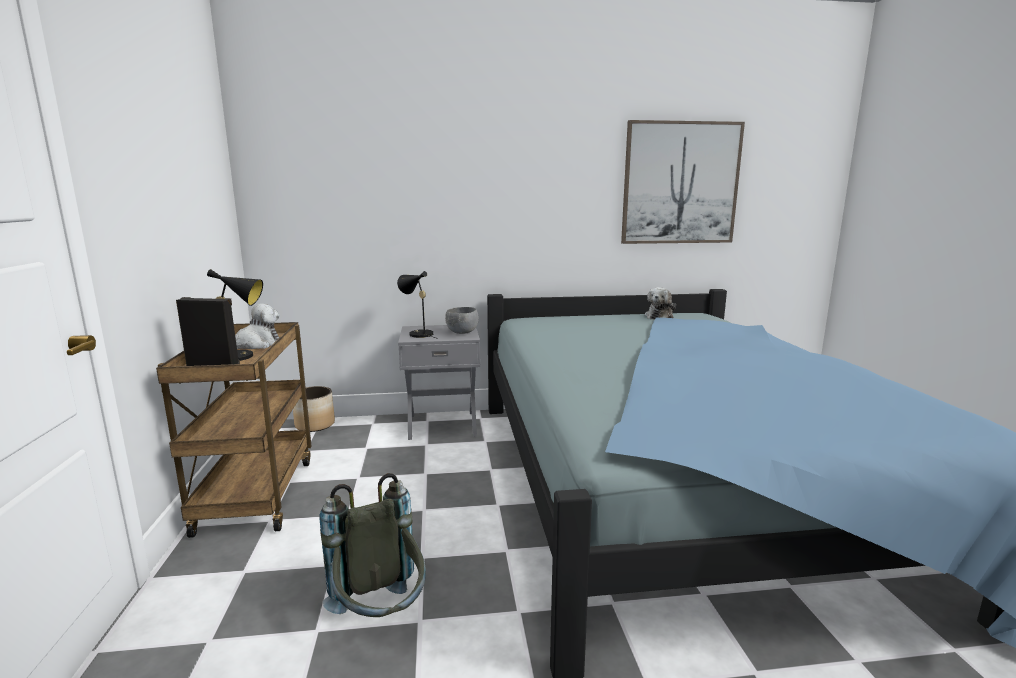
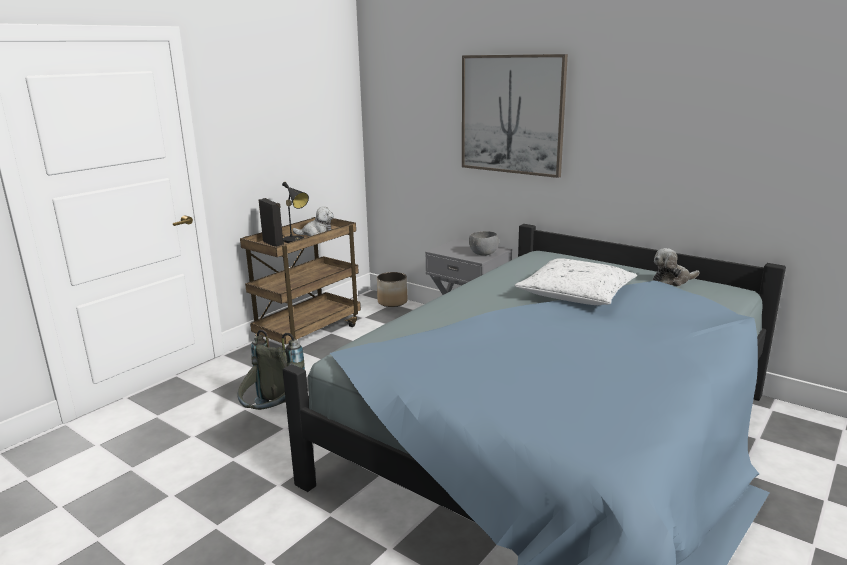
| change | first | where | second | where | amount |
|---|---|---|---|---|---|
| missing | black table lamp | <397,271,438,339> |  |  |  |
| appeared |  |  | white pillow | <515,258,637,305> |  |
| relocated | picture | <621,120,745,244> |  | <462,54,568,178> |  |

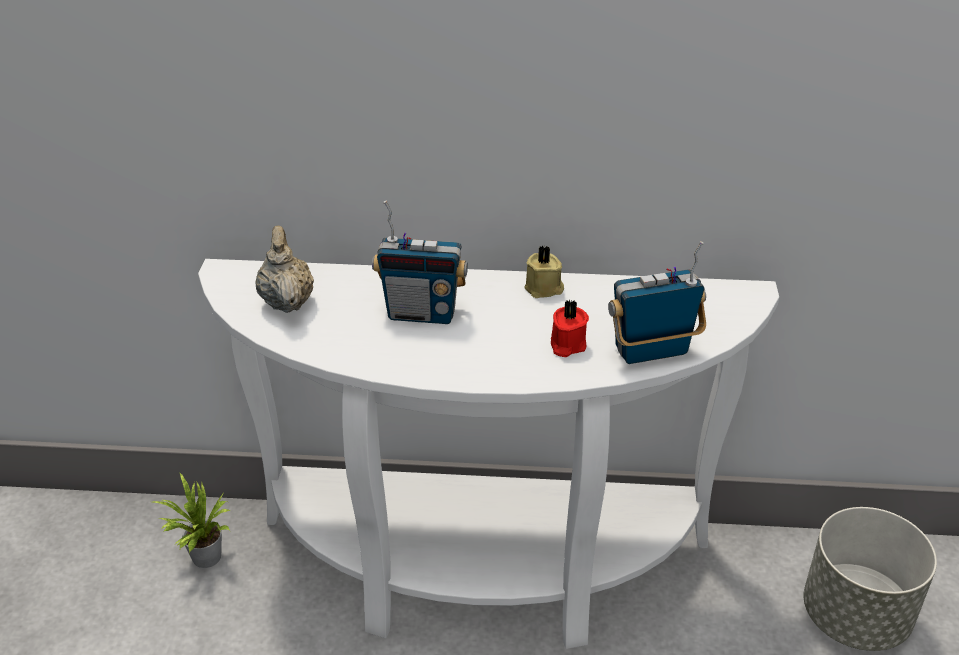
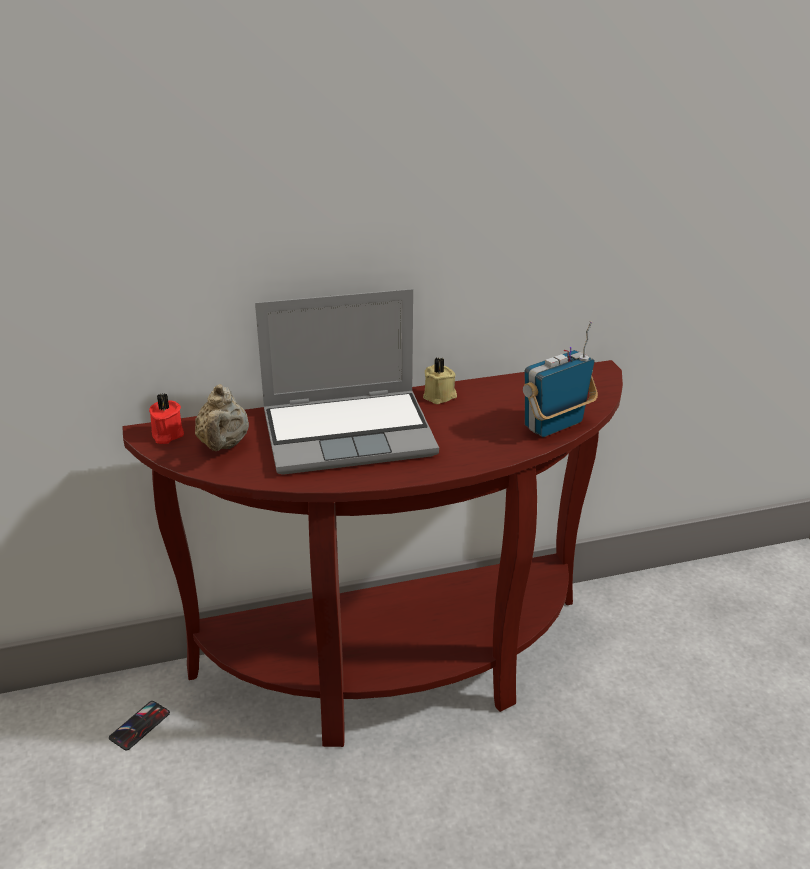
| change | first | where | second | where | amount |
|---|---|---|---|---|---|
| missing | grey planter | <804,507,937,651> |  |  |  |
| relocated | red candle | <551,300,589,357> |  | <149,394,184,444> |  |
| exchanged | potted plant | <153,473,230,568> | phone | <109,701,170,751> |  |
| exchanged | radio | <372,200,468,324> | laptop | <255,289,439,475> |  |
| colour | white console table | <198,259,779,649> | brown console table | <122,360,623,747> |  |
| spun | beige teapot | <255,225,314,313> |  | <195,384,249,451> | 150 degrees counterclockwise |

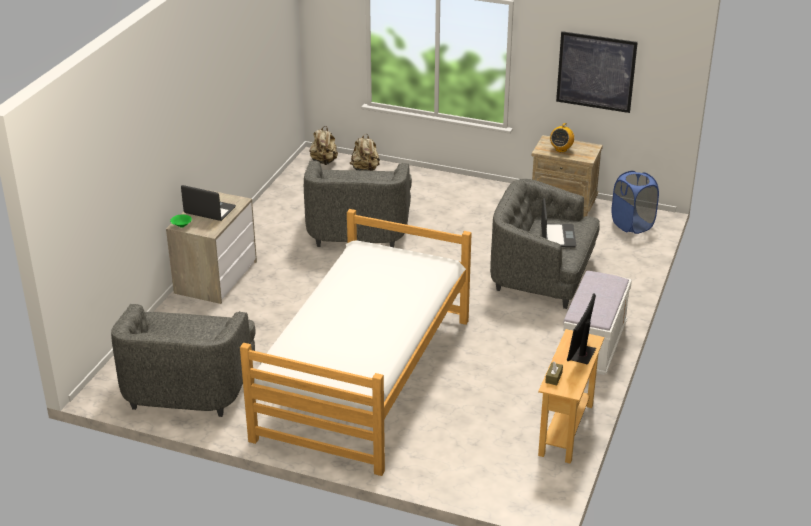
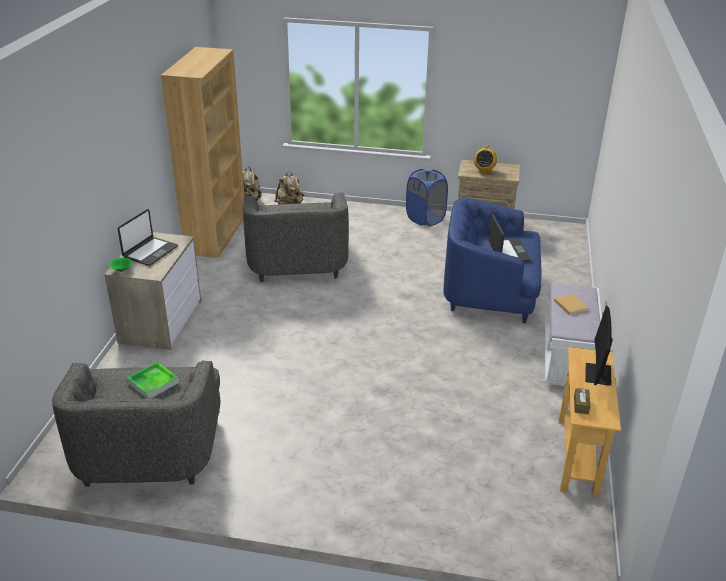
| change | first | where | second | where | amount |
|---|---|---|---|---|---|
| missing | bed | <240,209,472,476> |  |  |  |
| missing | picture | <556,31,638,113> |  |  |  |
| appeared |  |  | tray | <127,362,179,398> |  |
| appeared |  |  | brown bookcase | <161,47,244,258> |  |
| appeared |  |  | beige book | <554,294,589,315> |  |
| relocated | blue laundry basket | <612,171,659,234> |  | <406,169,448,226> |  |
| colour | grey armchair | <490,179,600,309> | blue armchair | <443,198,542,323> |  |
| spun | laptop | <181,185,236,221> |  | <118,209,178,266> | 105 degrees clockwise |

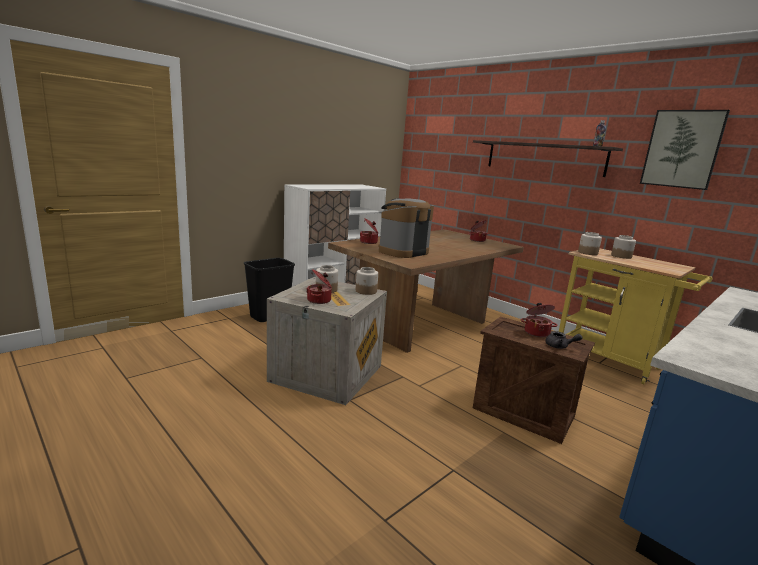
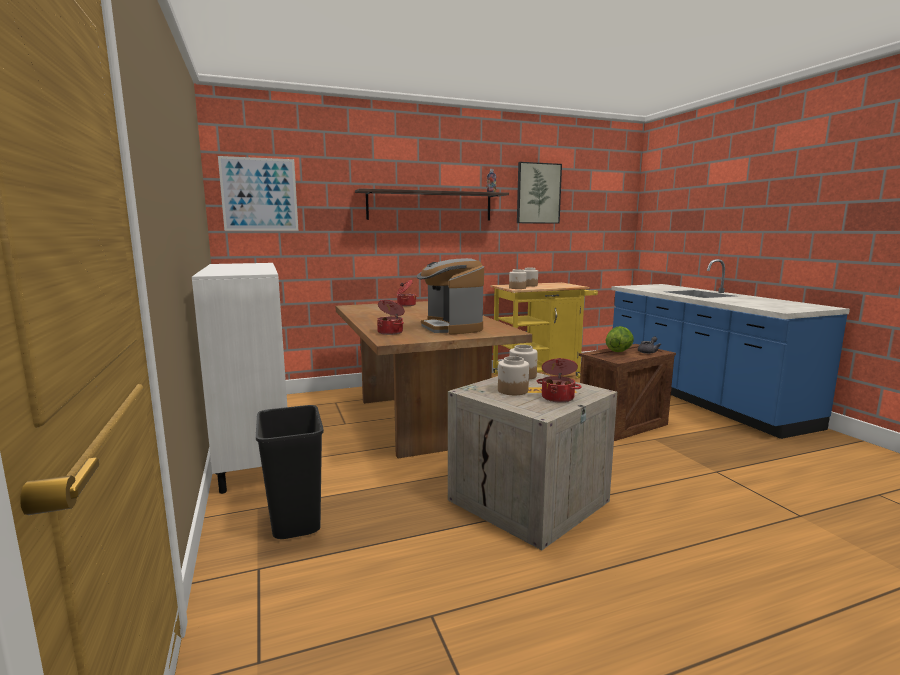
| change | first | where | second | where | amount |
|---|---|---|---|---|---|
| appeared |  |  | picture | <218,156,298,231> |  |
| exchanged | cooking pot | <521,303,558,337> | lettuce | <606,326,634,352> |  |

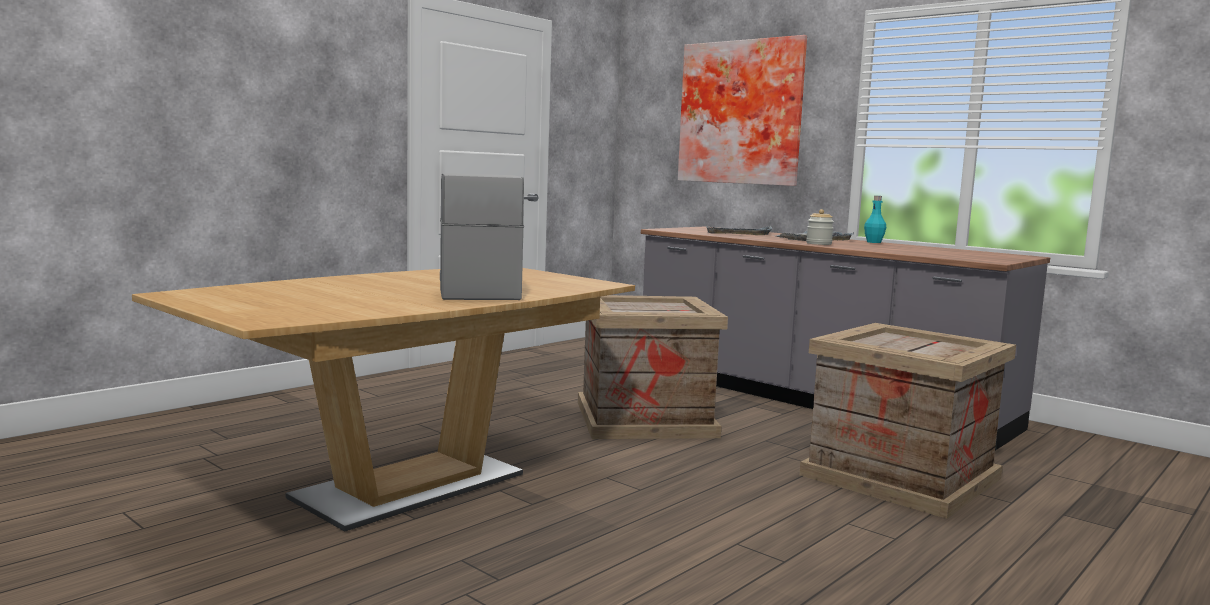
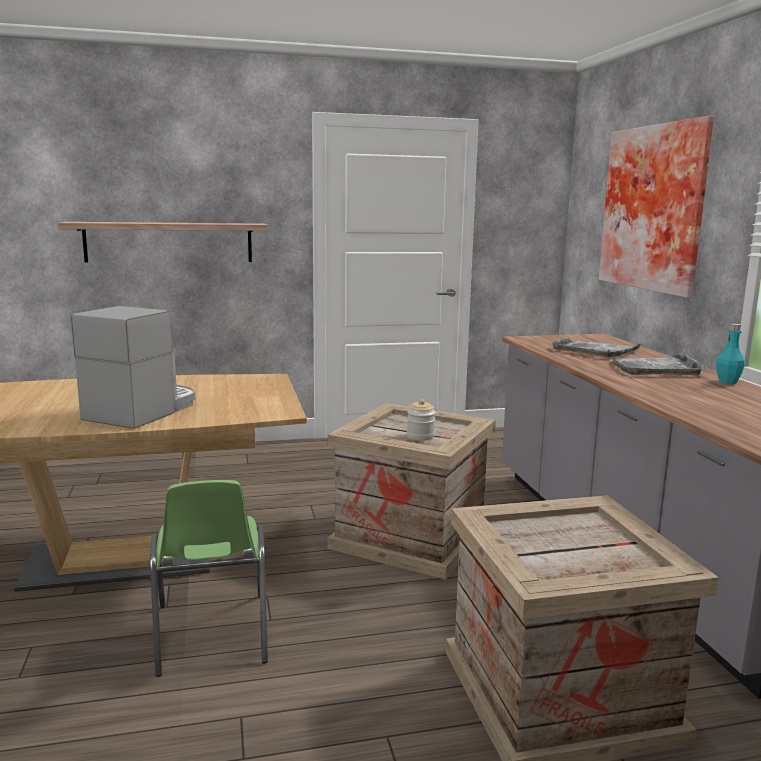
| change | first | where | second | where | amount |
|---|---|---|---|---|---|
| appeared |  |  | shelf | <58,222,268,262> |  |
| appeared |  |  | green chair | <150,480,268,677> |  |
| relocated | jar | <806,209,834,245> |  | <407,399,436,440> |  |

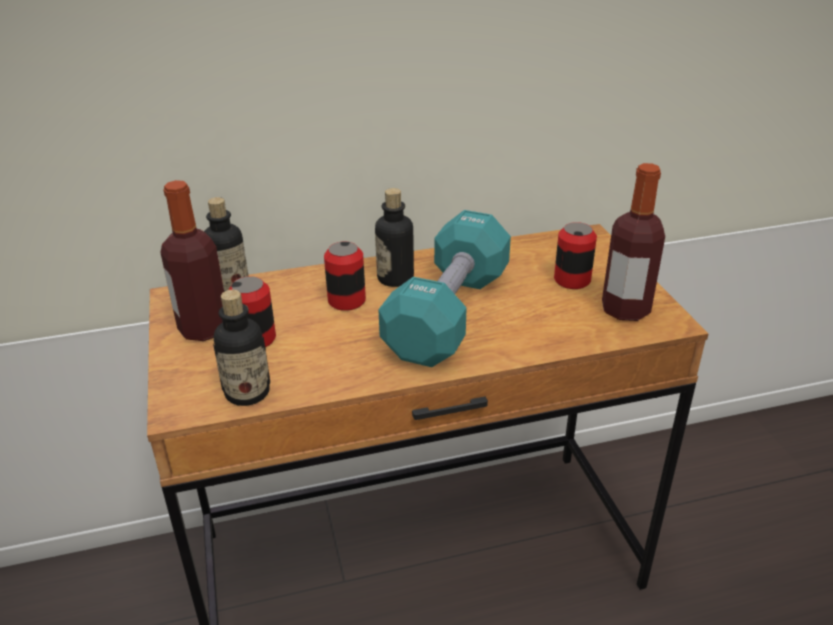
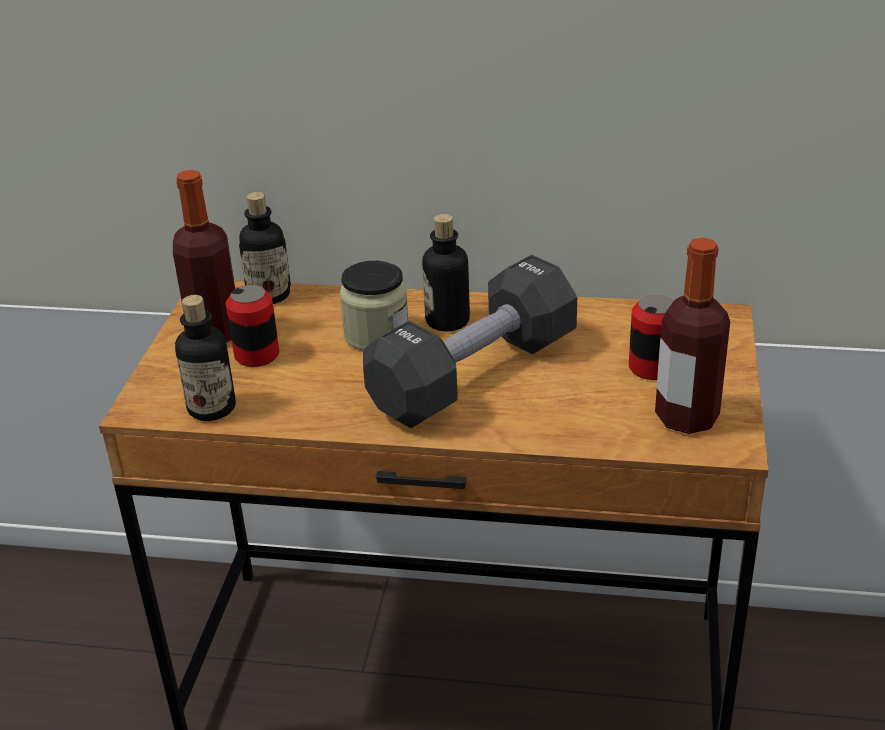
| change | first | where | second | where | amount |
|---|---|---|---|---|---|
| exchanged | can | <324,242,366,311> | jar | <340,261,408,351> |  |
| colour | turquoise dumbbell | <378,210,511,367> | black dumbbell | <363,255,577,428> |  |

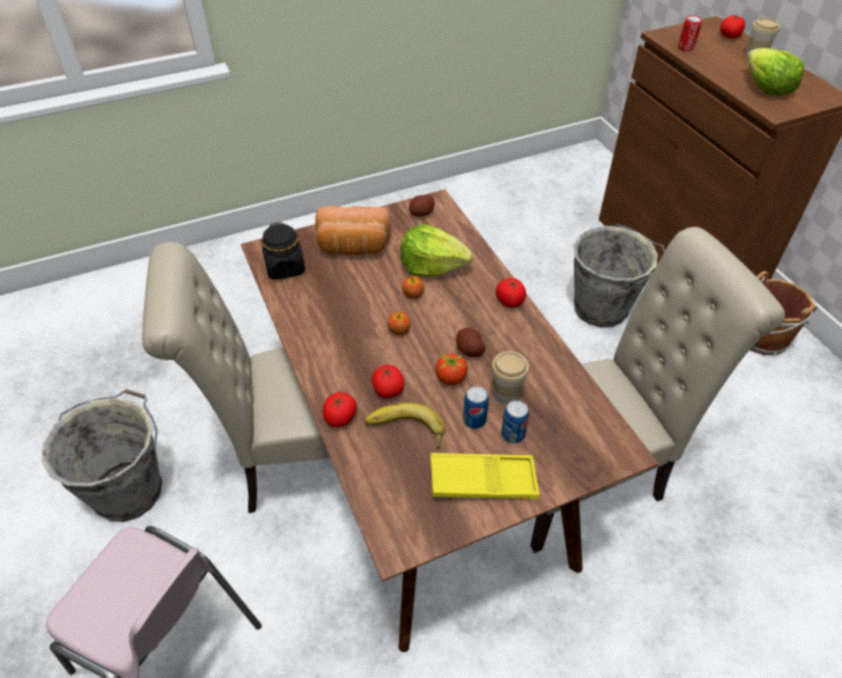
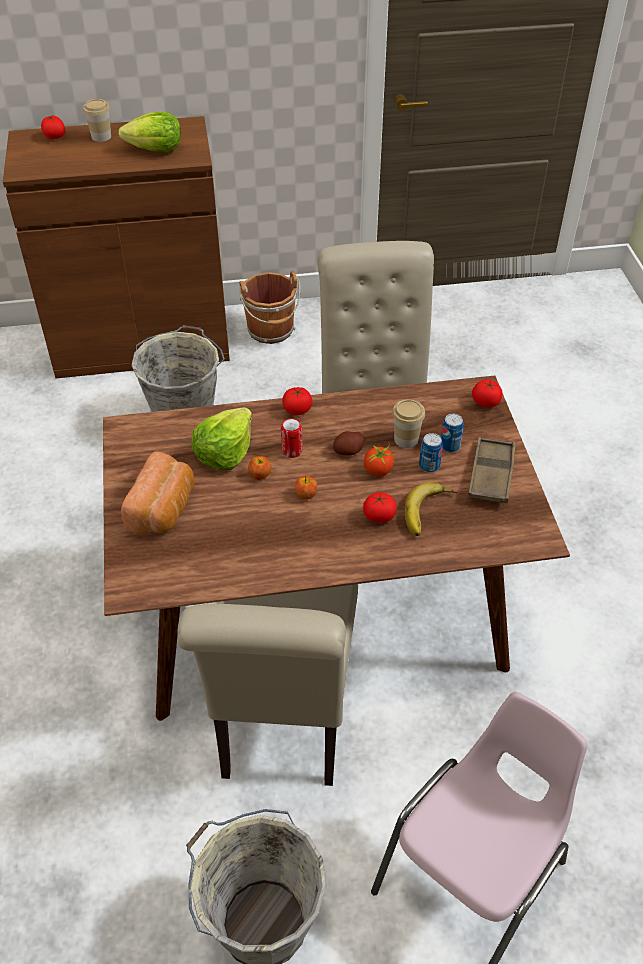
| change | first | where | second | where | amount |
|---|---|---|---|---|---|
| missing | black jar | <262,222,305,280> |  |  |  |
| missing | potato | <409,195,434,216> |  |  |  |
| relocated | tomato | <323,392,357,427> |  | <472,379,503,408> |  |
| relocated | can | <678,16,702,51> |  | <281,418,303,458> |  |
| colour | yellow tray | <430,453,540,499> | brown tray | <468,437,516,503> |  |

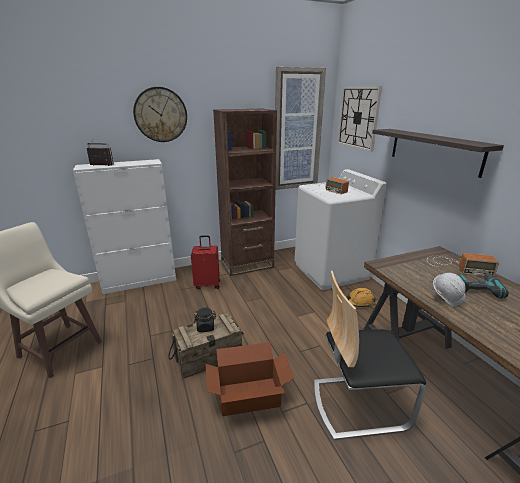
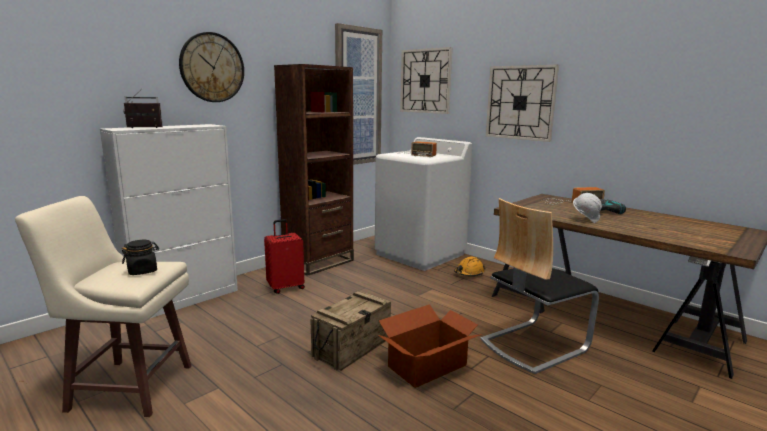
| change | first | where | second | where | amount |
|---|---|---|---|---|---|
| relocated | black jar | <194,307,216,332> |  | <122,240,159,275> |  |
| exchanged | shelf | <372,129,504,178> | wall clock | <486,65,559,142> |  |

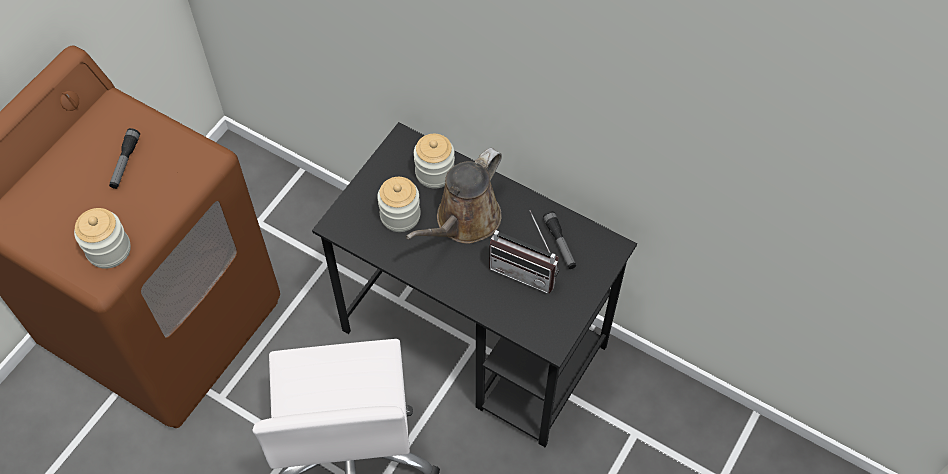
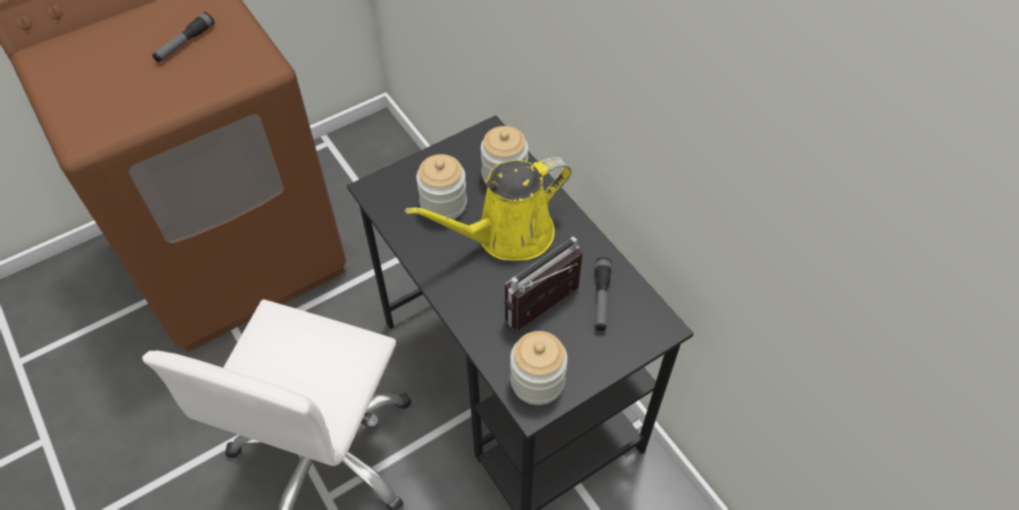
| change | first | where | second | where | amount |
|---|---|---|---|---|---|
| relocated | jar | <74,208,131,269> |  | <510,331,568,405> |  |
| colour | brown watering can | <406,148,502,244> | yellow watering can | <405,157,571,261> |  |
| spun | radio | <489,210,559,294> |  | <504,236,583,331> | 90 degrees clockwise |

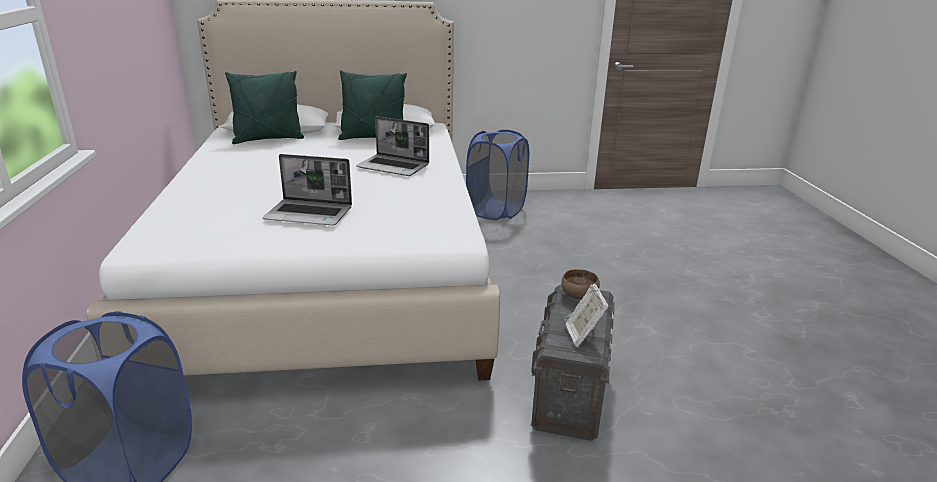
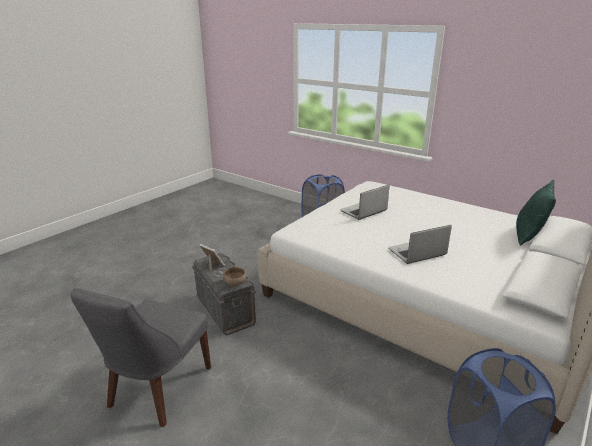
| change | first | where | second | where | amount |
|---|---|---|---|---|---|
| missing | green pillow | <338,70,407,140> |  |  |  |
| appeared |  |  | grey chair | <70,288,211,427> |  |

